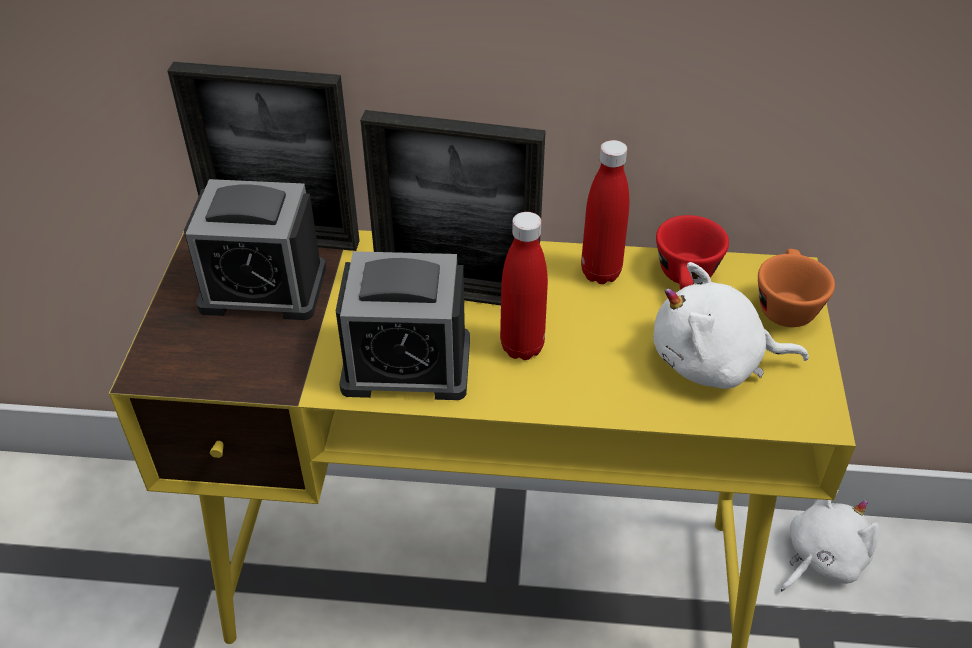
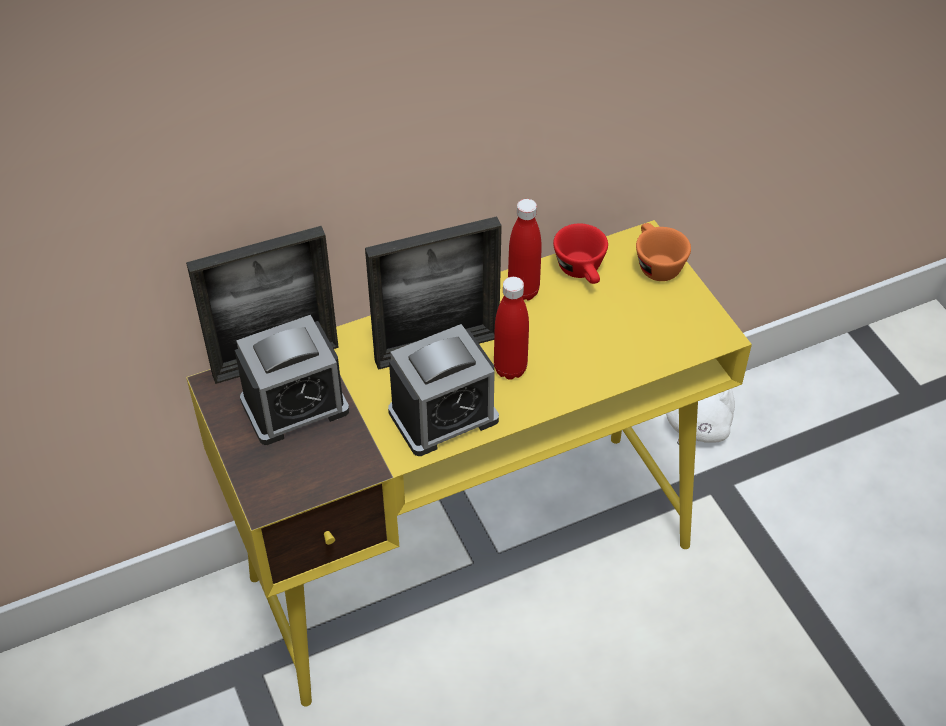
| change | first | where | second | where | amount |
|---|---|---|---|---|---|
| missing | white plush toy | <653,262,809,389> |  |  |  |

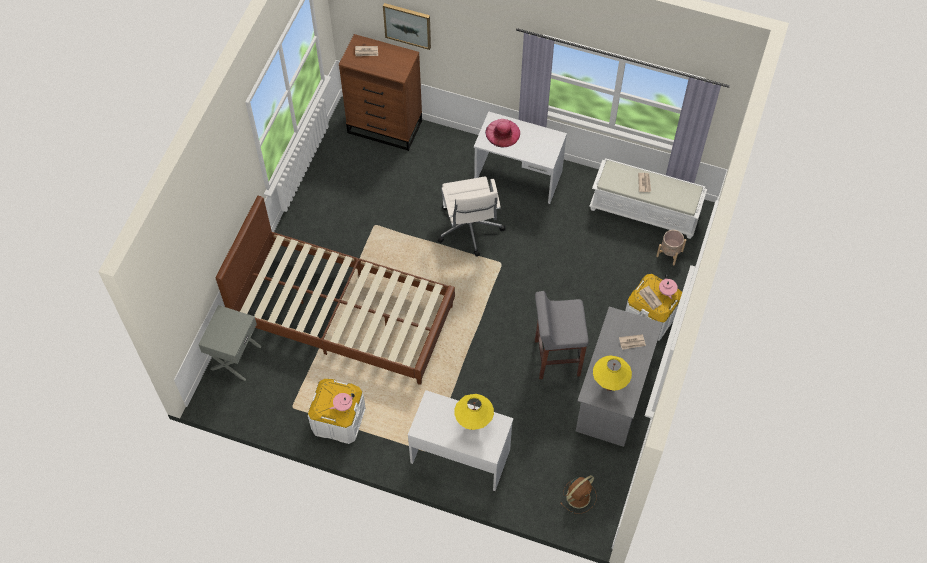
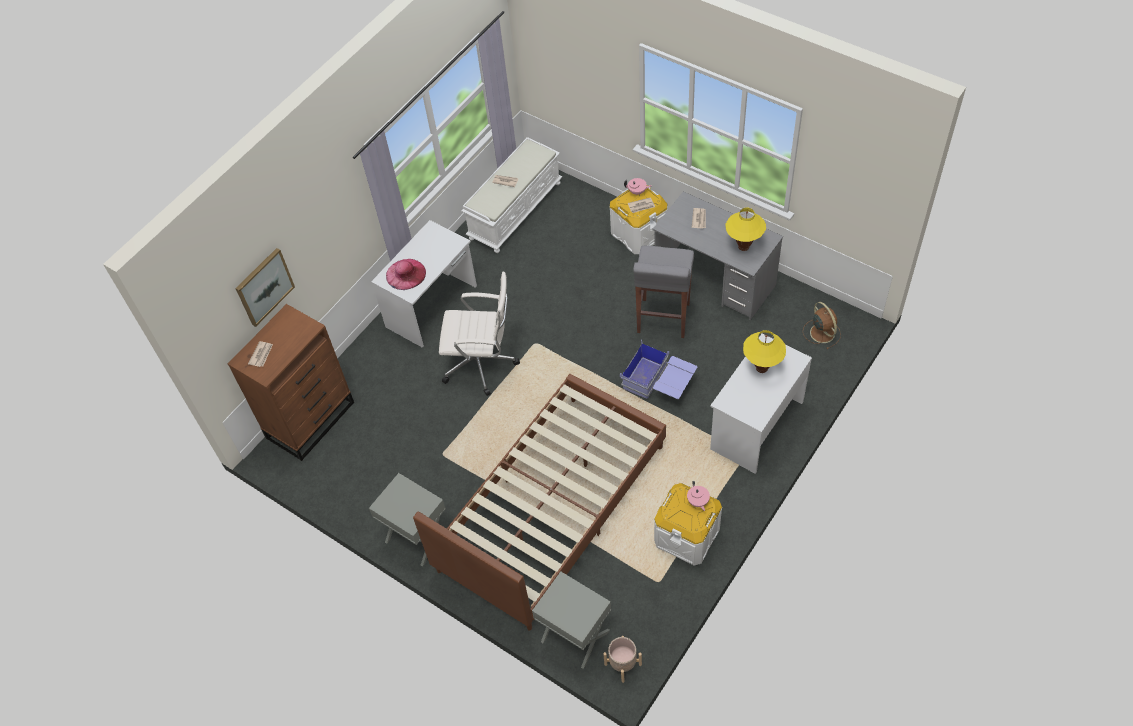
| change | first | where | second | where | amount |
|---|---|---|---|---|---|
| appeared |  |  | grey nightstand | <369,473,446,567> |  |
| appeared |  |  | blue storage box | <620,339,698,399> |  |
| relocated | beige planter | <656,230,686,265> |  | <603,636,642,683> |  |

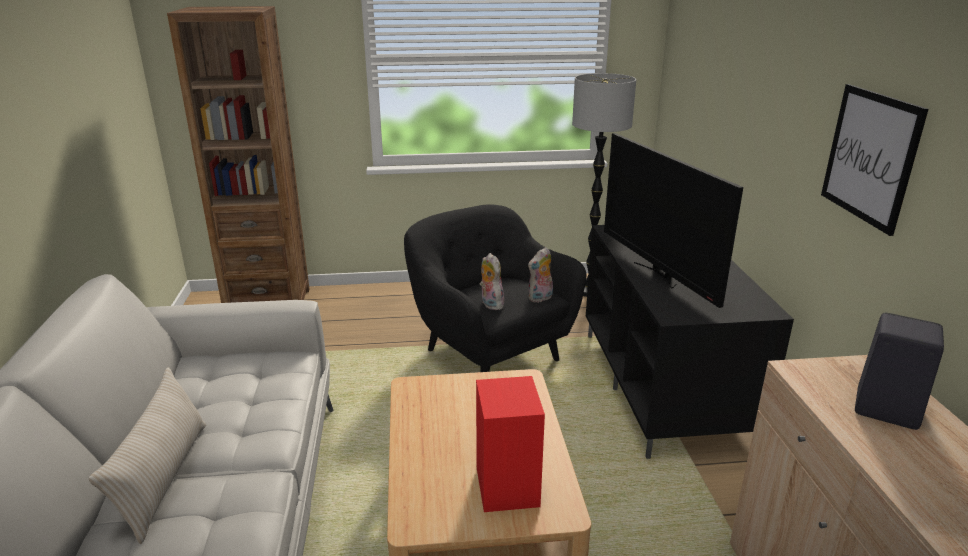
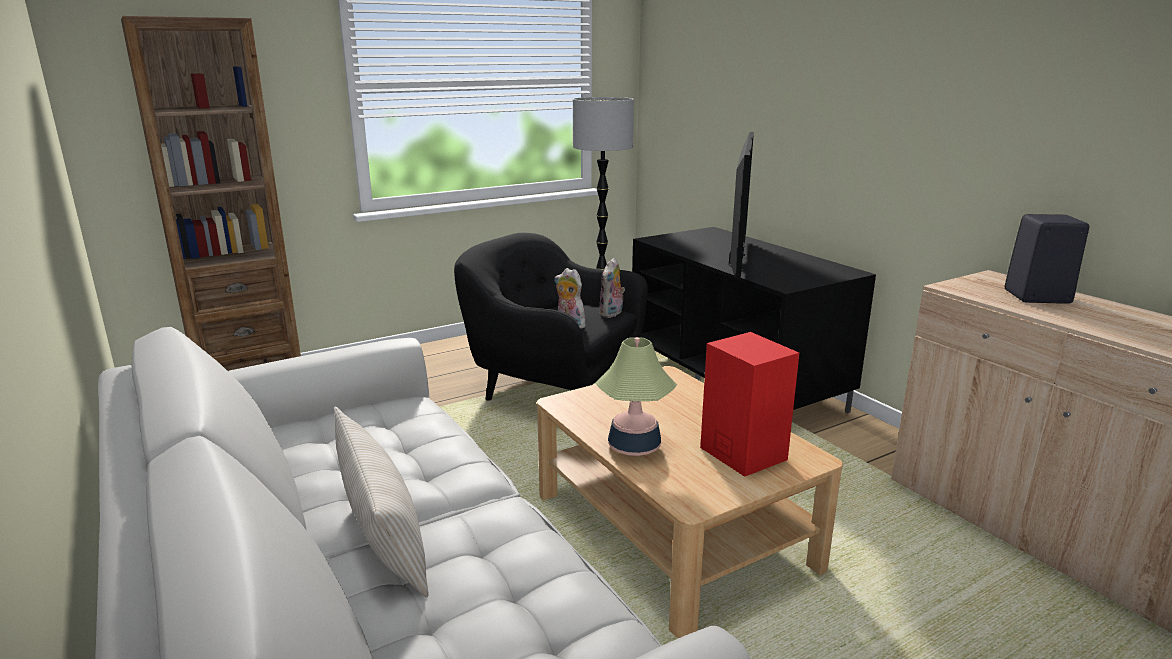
| change | first | where | second | where | amount |
|---|---|---|---|---|---|
| missing | picture | <821,84,929,236> |  |  |  |
| appeared |  |  | table lamp | <595,337,677,456> |  |
| spun | television | <604,133,743,308> |  | <729,132,754,279> | 120 degrees counterclockwise |

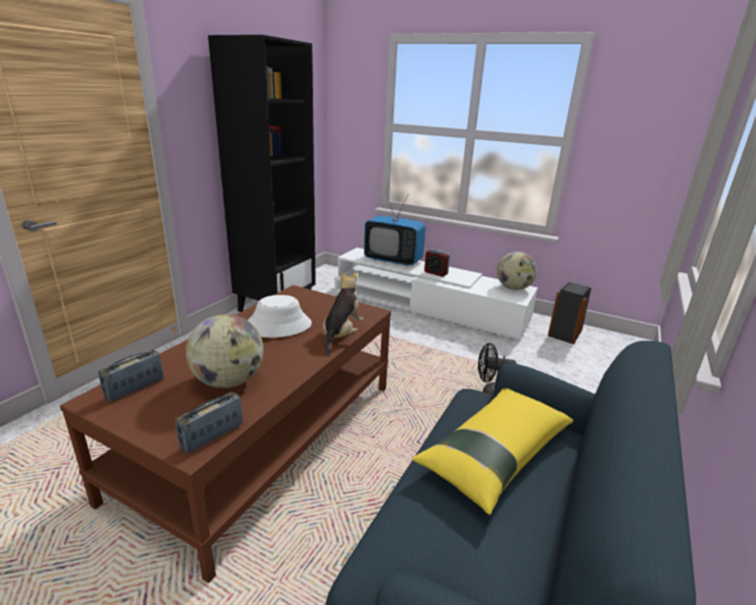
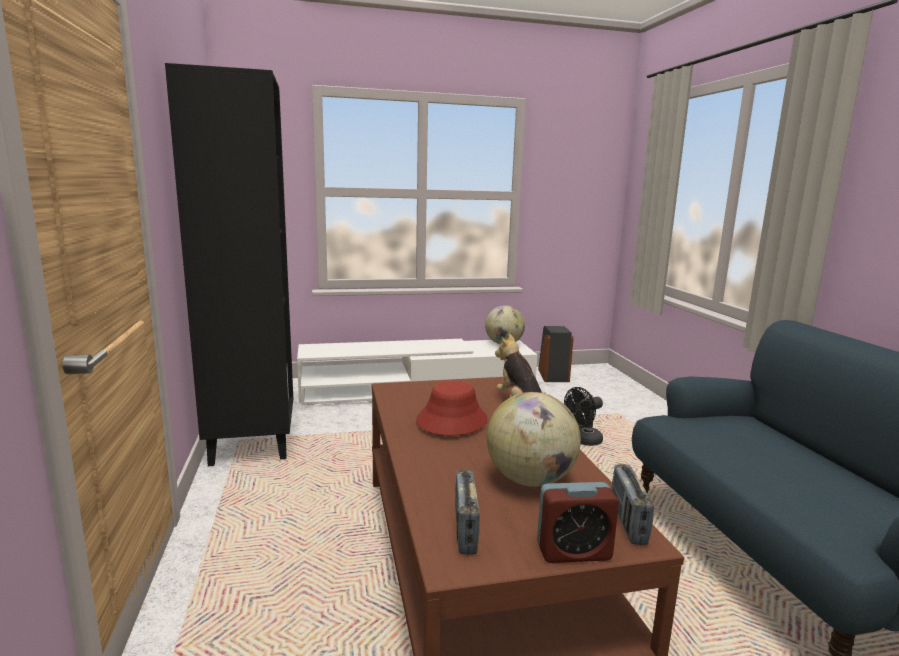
| change | first | where | second | where | amount |
|---|---|---|---|---|---|
| missing | television | <364,191,426,266> |  |  |  |
| missing | yellow pillow | <412,388,573,515> |  |  |  |
| relocated | alarm clock | <424,249,450,277> |  | <537,482,619,563> |  |
| colour | white hat | <247,295,312,338> | red hat | <416,380,488,435> |  |

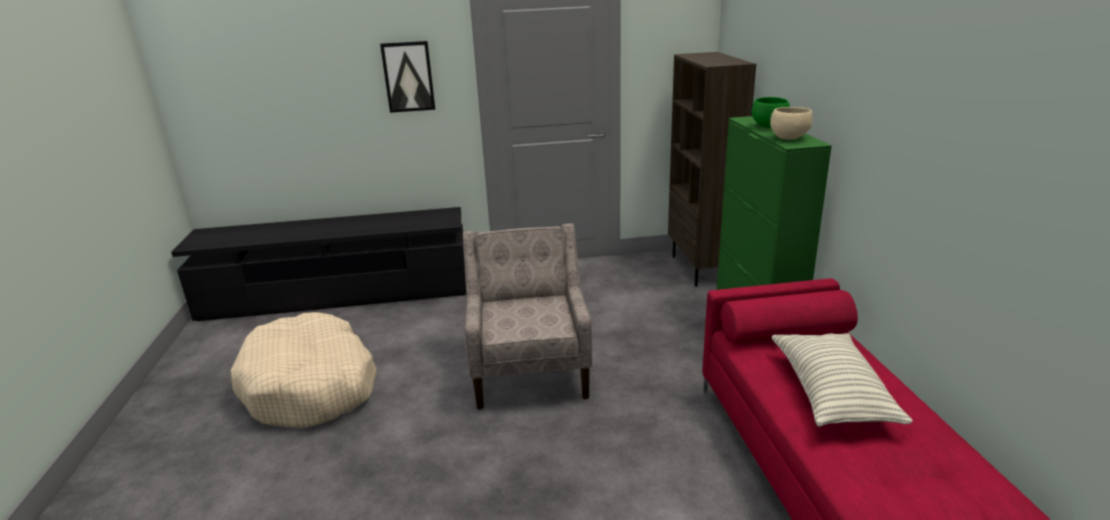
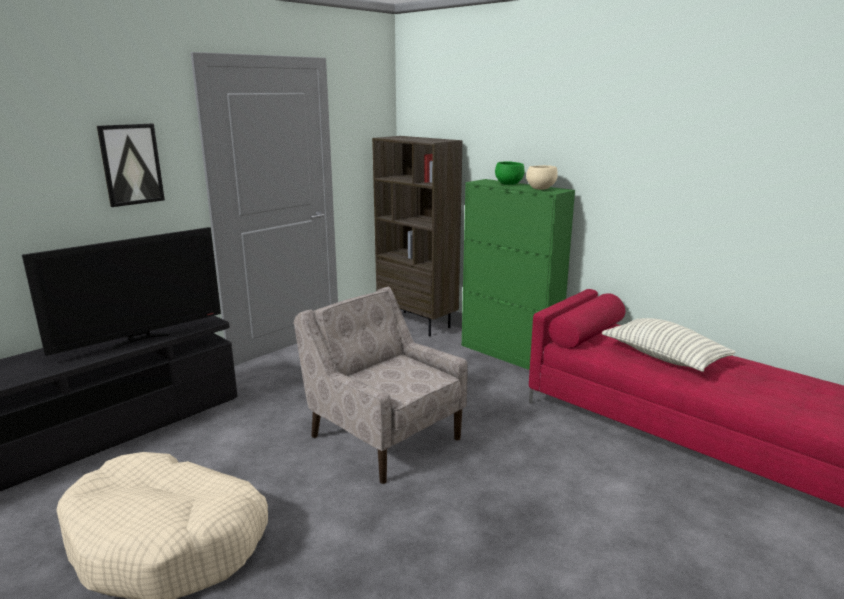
| change | first | where | second | where | amount |
|---|---|---|---|---|---|
| appeared |  |  | television | <22,227,221,356> |  |

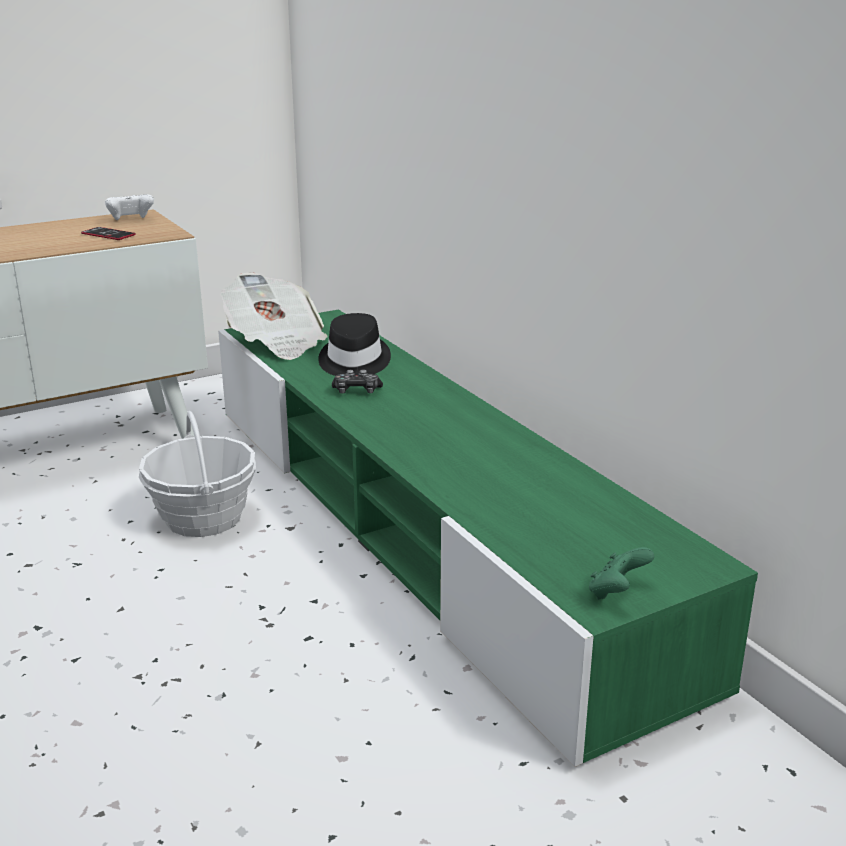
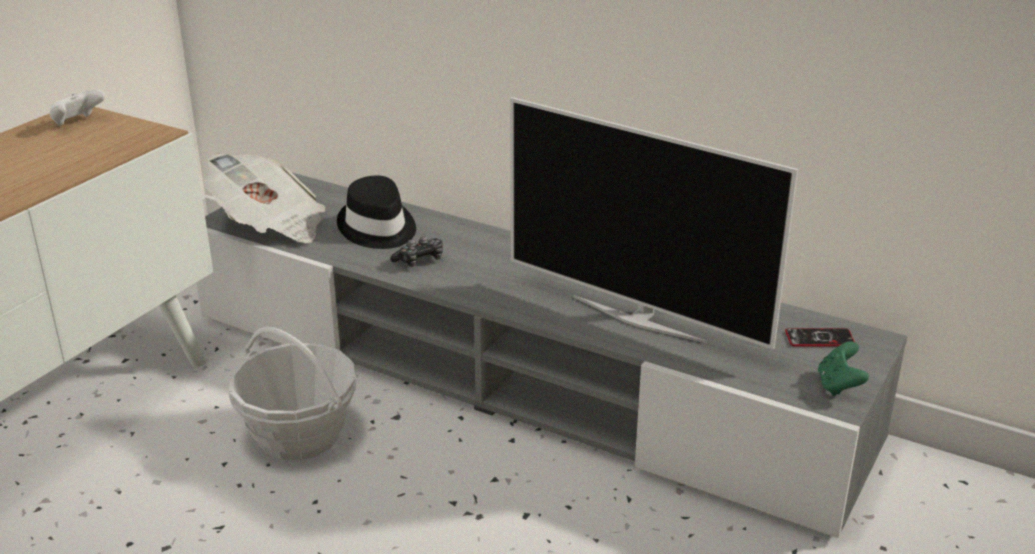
| change | first | where | second | where | amount |
|---|---|---|---|---|---|
| appeared |  |  | television | <510,97,798,350> |  |
| relocated | phone | <81,227,136,240> |  | <785,328,855,347> |  |
| colour | green tv stand | <218,309,758,767> | grey tv stand | <197,173,908,538> |  |

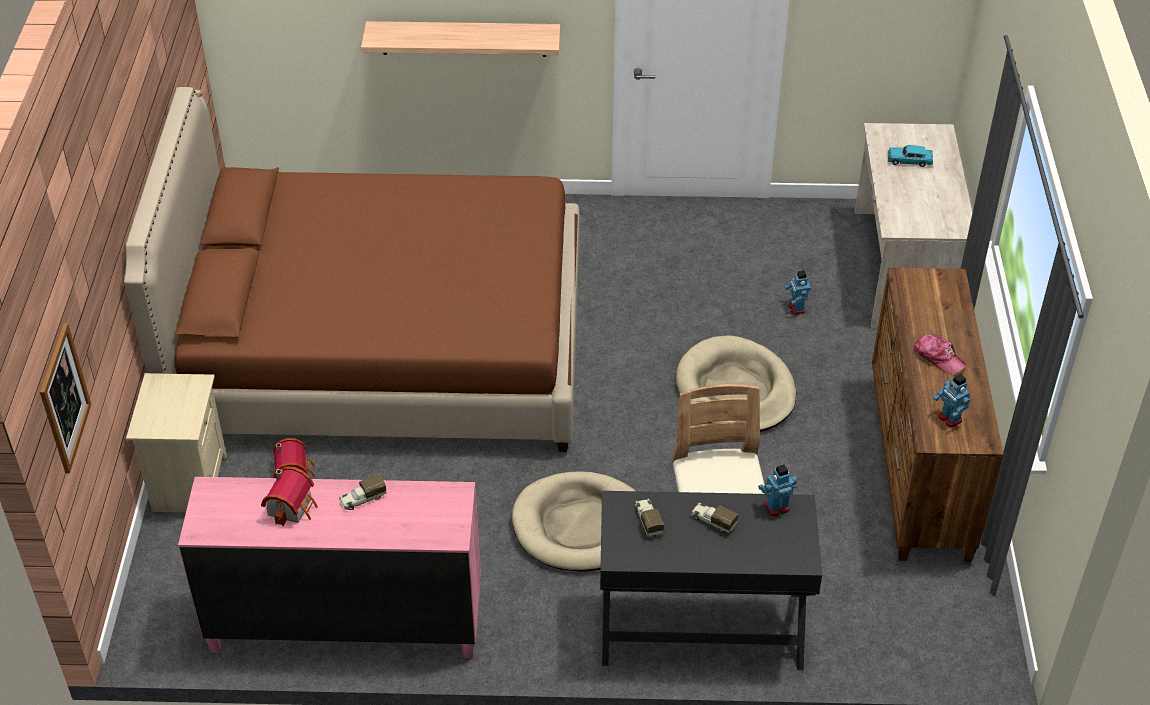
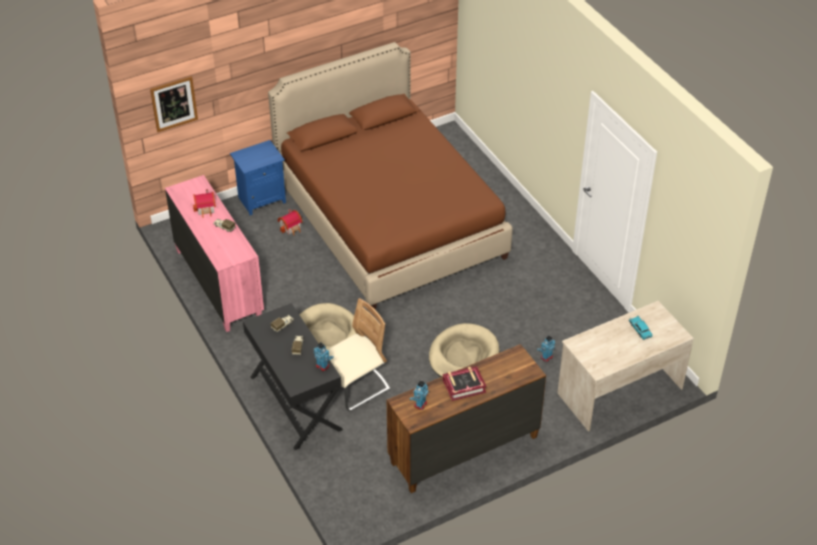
| change | first | where | second | where | amount |
|---|---|---|---|---|---|
| missing | shelf | <361,21,560,57> |  |  |  |
| exchanged | cap | <914,334,967,374> | book | <443,366,486,401> |  |
| colour | beige nightstand | <126,373,227,513> | blue nightstand | <230,140,286,215> |  |

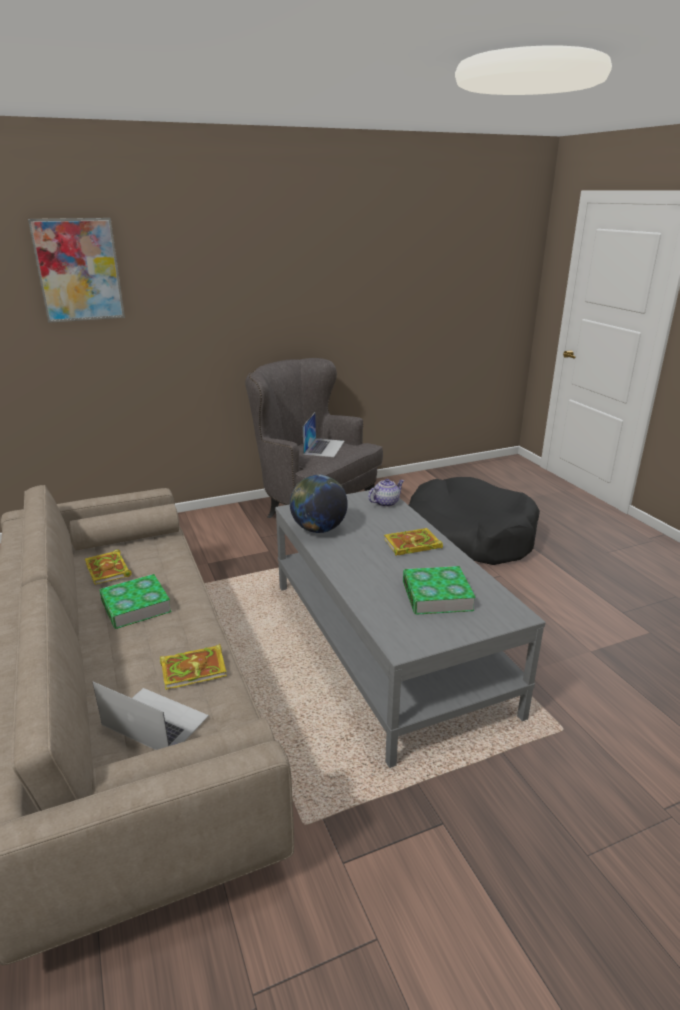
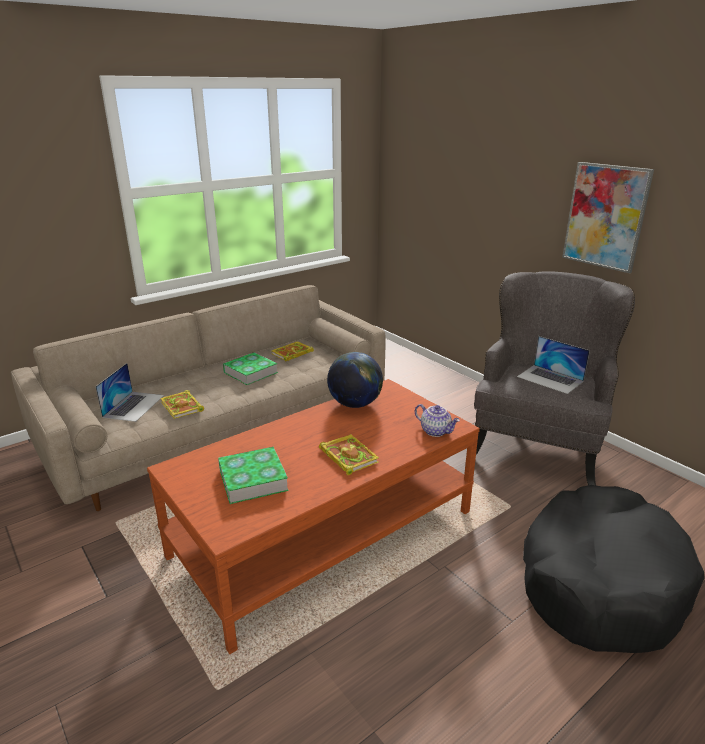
| change | first | where | second | where | amount |
|---|---|---|---|---|---|
| relocated | picture | <28,218,125,323> |  | <562,162,654,273> |  |
| colour | grey coffee table | <275,490,546,768> | brown coffee table | <147,379,480,654> |  |
| spun | laptop | <303,412,344,457> |  | <517,336,590,394> | 45 degrees clockwise |

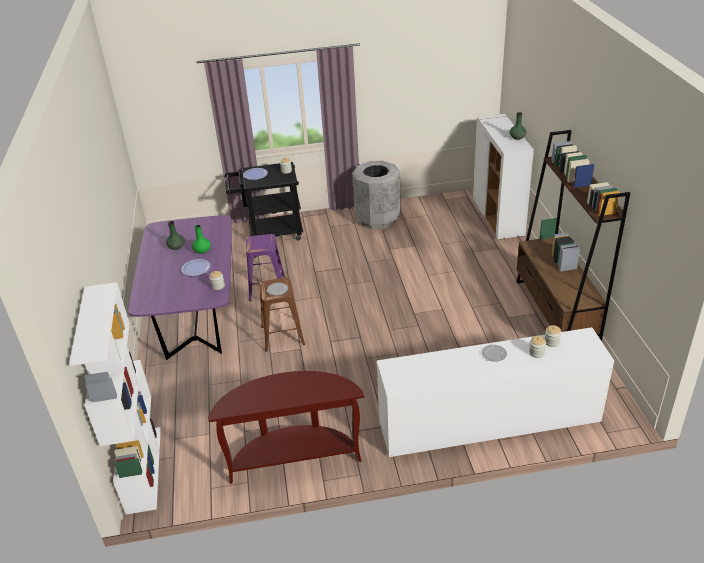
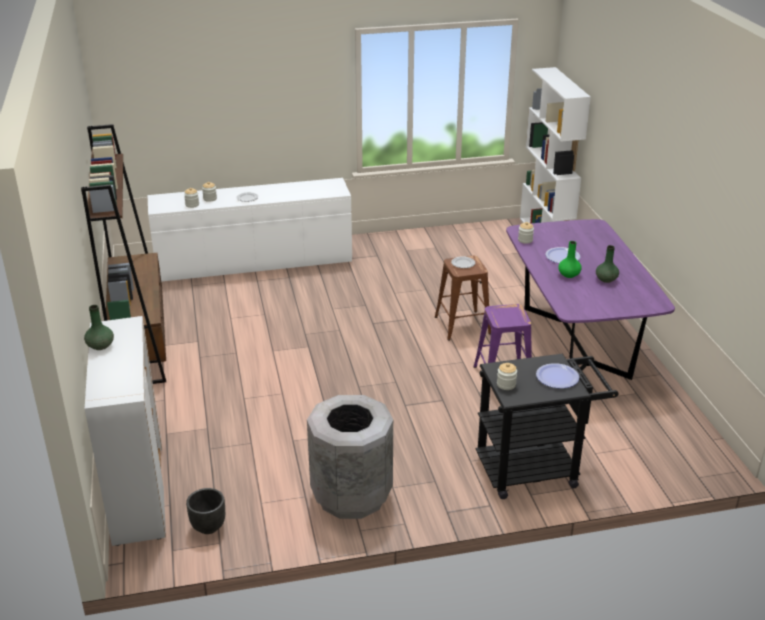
| change | first | where | second | where | amount |
|---|---|---|---|---|---|
| missing | brown console table | <208,371,364,484> |  |  |  |
| appeared |  |  | black planter | <186,488,225,534> |  |

